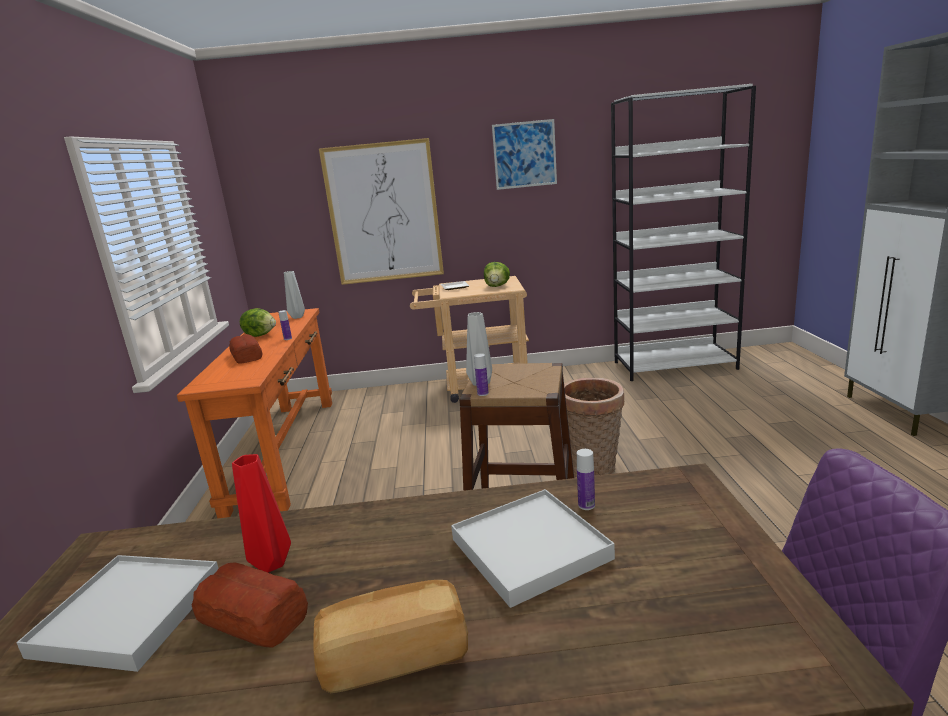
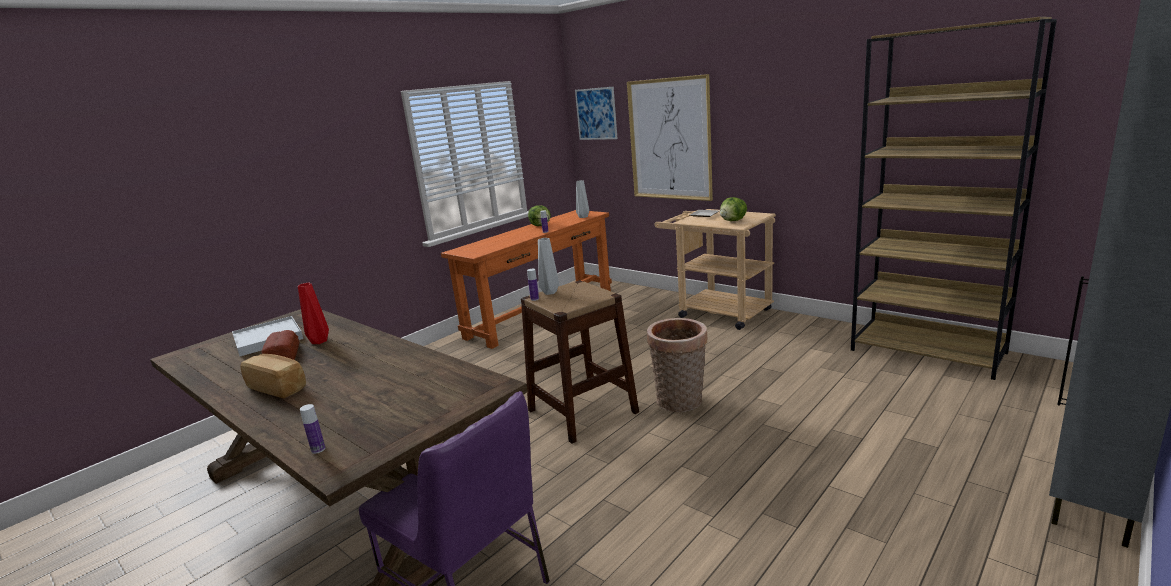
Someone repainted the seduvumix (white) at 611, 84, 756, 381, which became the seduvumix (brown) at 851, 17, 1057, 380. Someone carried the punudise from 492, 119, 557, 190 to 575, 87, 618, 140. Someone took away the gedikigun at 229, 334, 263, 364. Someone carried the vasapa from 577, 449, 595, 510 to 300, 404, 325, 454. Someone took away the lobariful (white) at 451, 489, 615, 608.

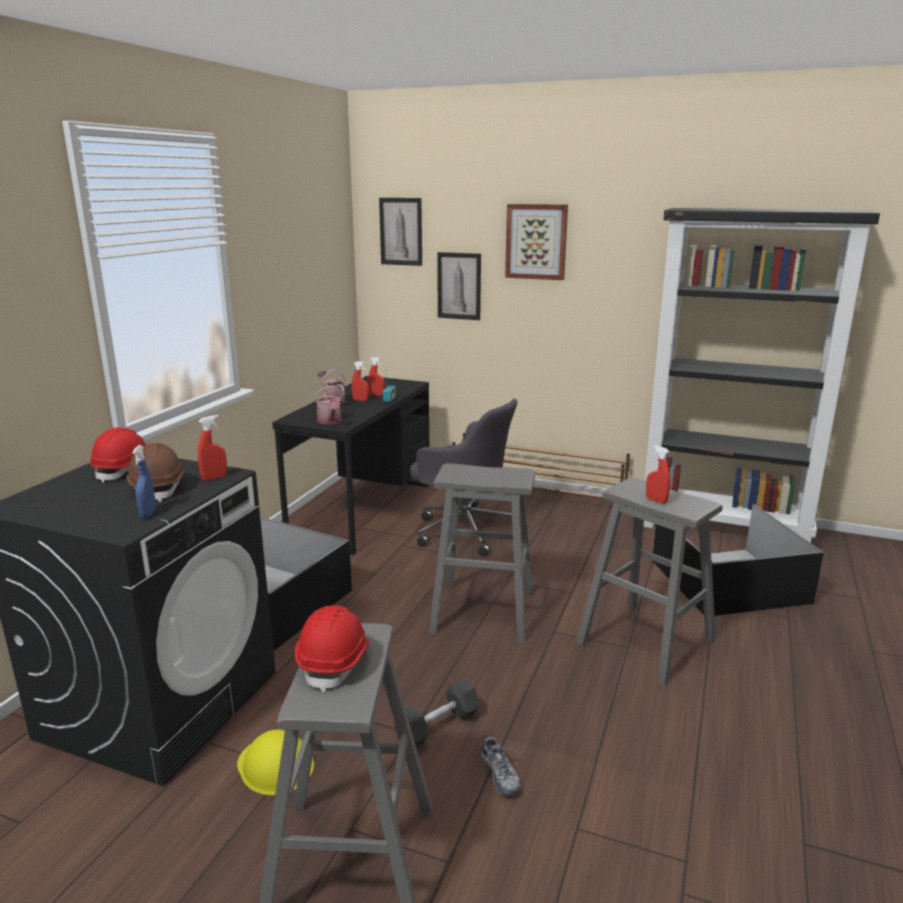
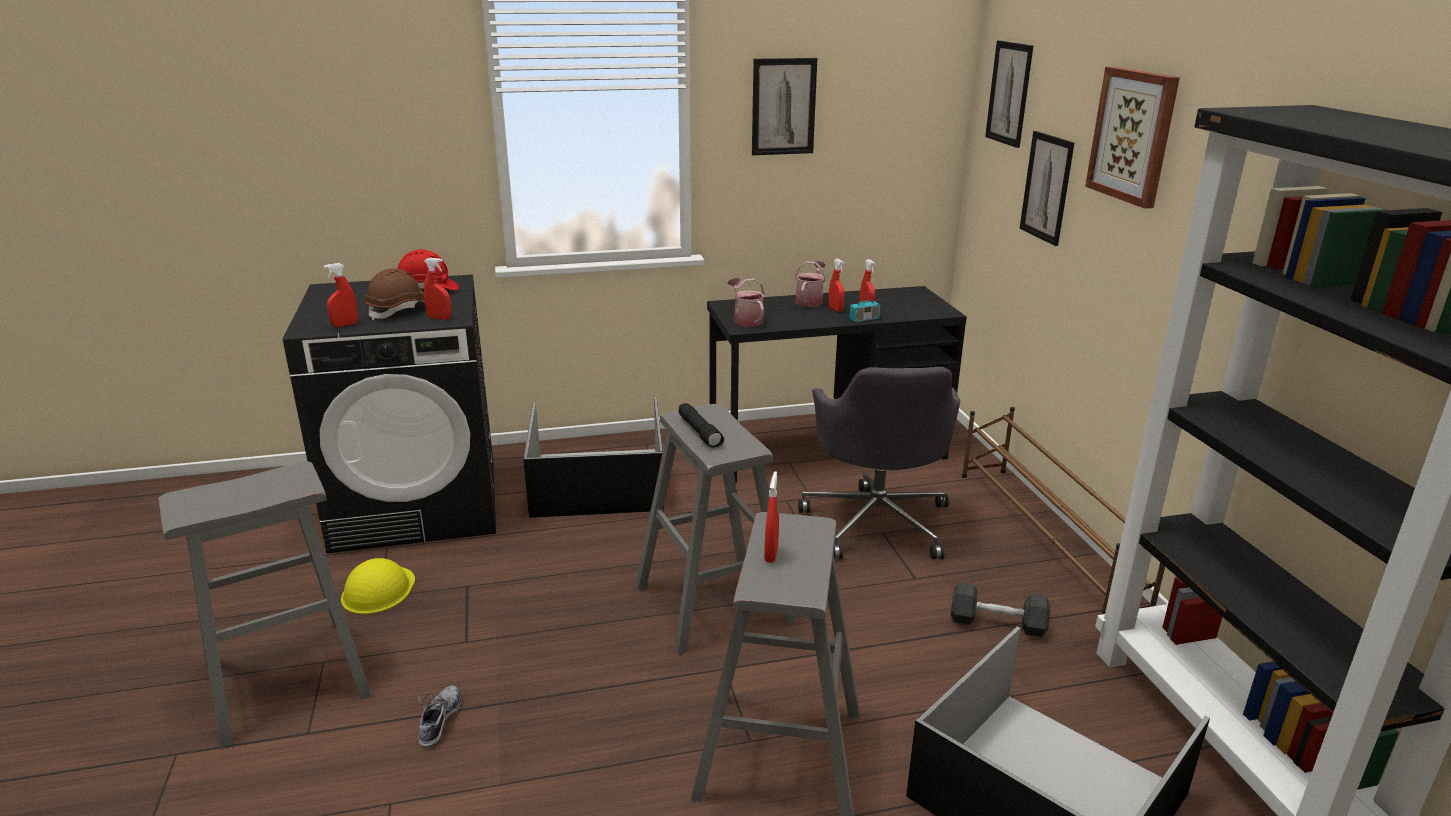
Someone rotated the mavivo at 315, 386, 342, 425 by 120 degrees clockwise. Someone repainted the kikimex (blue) at 132, 445, 156, 519, which became the kikimex (red) at 324, 263, 358, 327. Someone took away the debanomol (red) at 295, 605, 370, 692. Someone carried the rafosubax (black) from 394, 679, 480, 748 to 951, 582, 1050, 637. Someone rotated the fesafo at 481, 737, 521, 796 by 150 degrees clockwise. Someone put up the punudise at 752, 58, 817, 155. Someone put down the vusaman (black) at 679, 403, 724, 448.

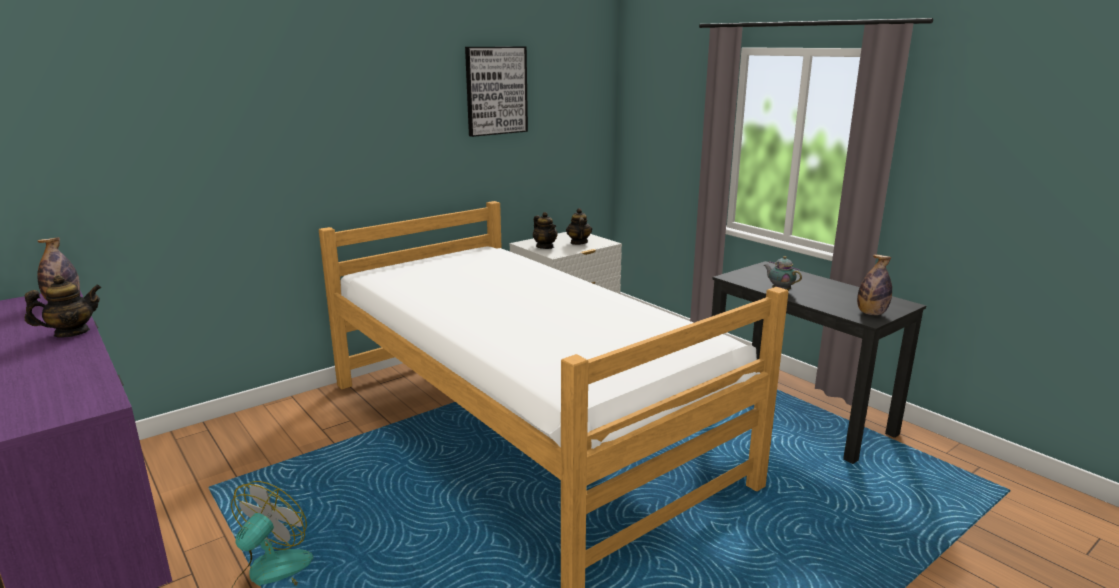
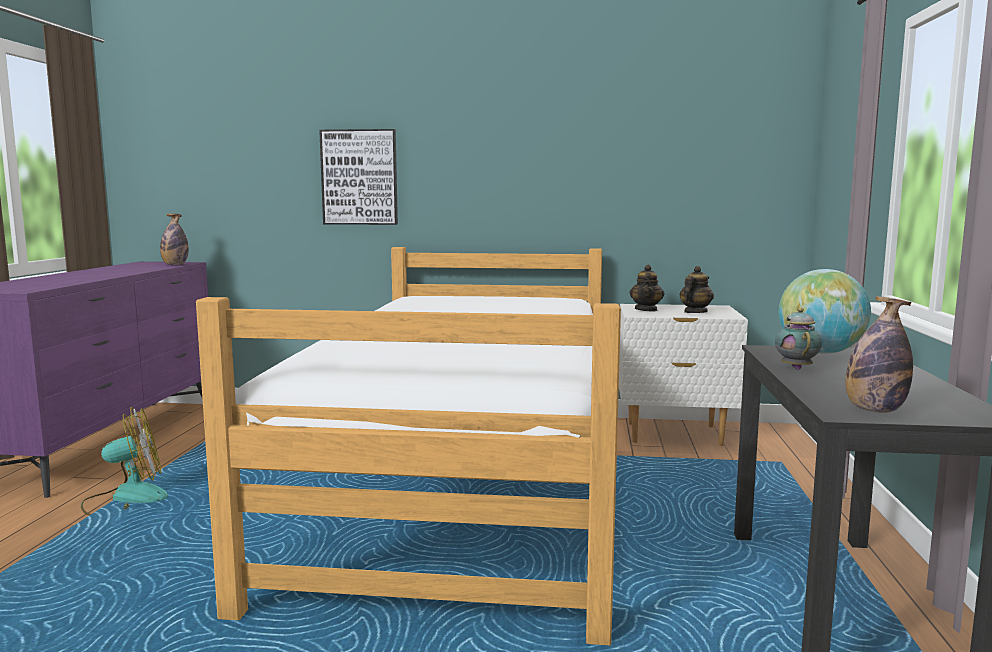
Someone carried the punudise from 465, 47, 528, 137 to 319, 129, 398, 225. Someone took away the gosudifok at 25, 275, 101, 337. Someone put down the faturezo at 779, 269, 871, 354.

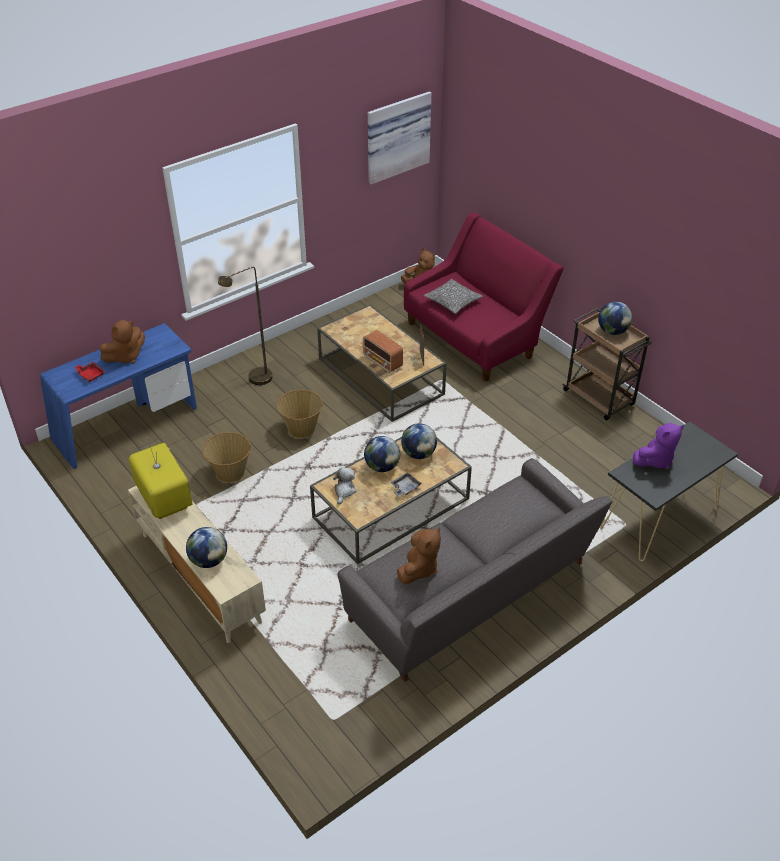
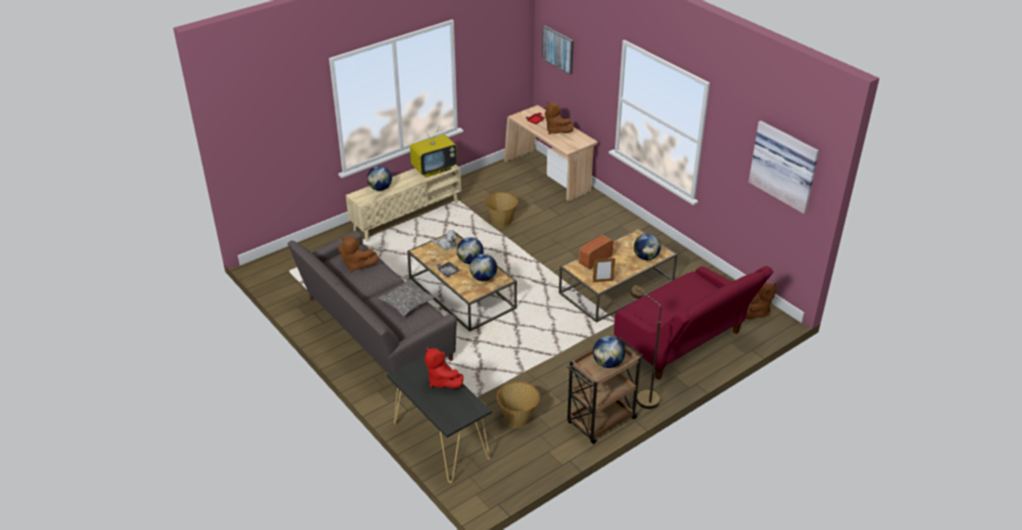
Someone carried the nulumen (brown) from 218, 267, 272, 385 to 630, 285, 661, 409. Someone carried the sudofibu from 424, 279, 483, 314 to 378, 280, 435, 316. Someone repainted the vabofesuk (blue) at 40, 323, 197, 469, which became the vabofesuk (beige) at 504, 105, 598, 202. Someone carried the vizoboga from 277, 390, 323, 438 to 497, 382, 540, 428. Someone repainted the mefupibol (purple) at 633, 423, 684, 469, which became the mefupibol (red) at 425, 347, 464, 388. Someone put up the punudise at 542, 26, 574, 74. Someone put down the faturezo at 634, 234, 661, 260.

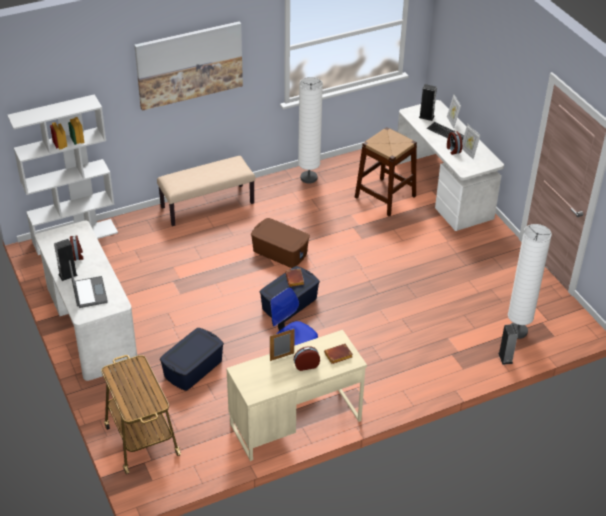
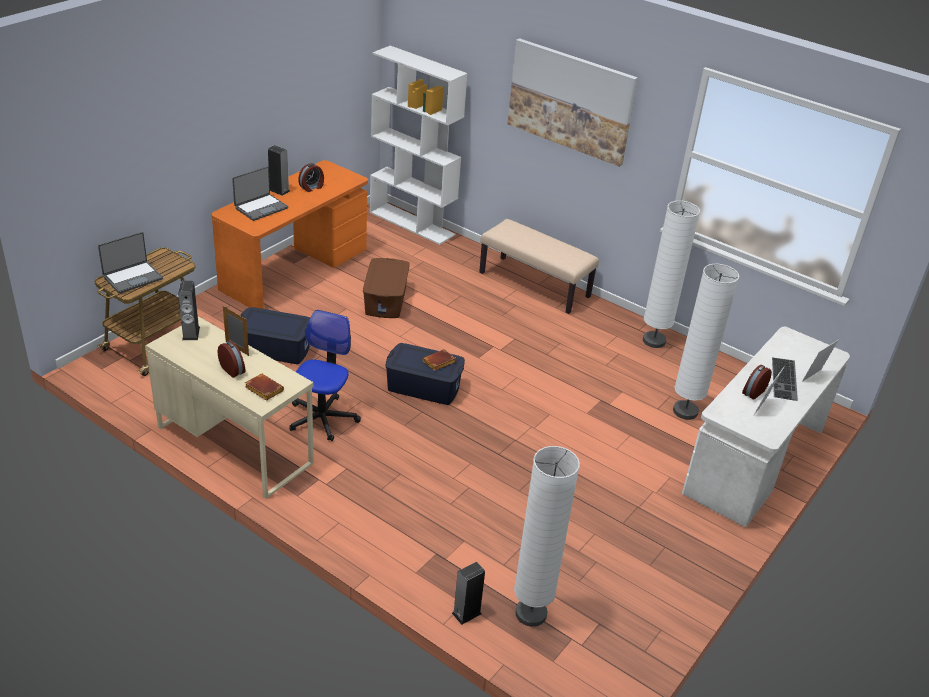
Someone carried the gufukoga from 419, 84, 437, 121 to 178, 281, 200, 340. Someone swapped the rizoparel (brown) at 355, 127, 417, 216 for the nulumen (white) at 673, 264, 739, 420. Someone carried the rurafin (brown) from 251, 218, 310, 268 to 363, 258, 410, 318. Someone repainted the vabofesuk (white) at 35, 220, 137, 381, which became the vabofesuk (orange) at 212, 160, 368, 309. Someone put down the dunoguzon at 98, 232, 163, 294.

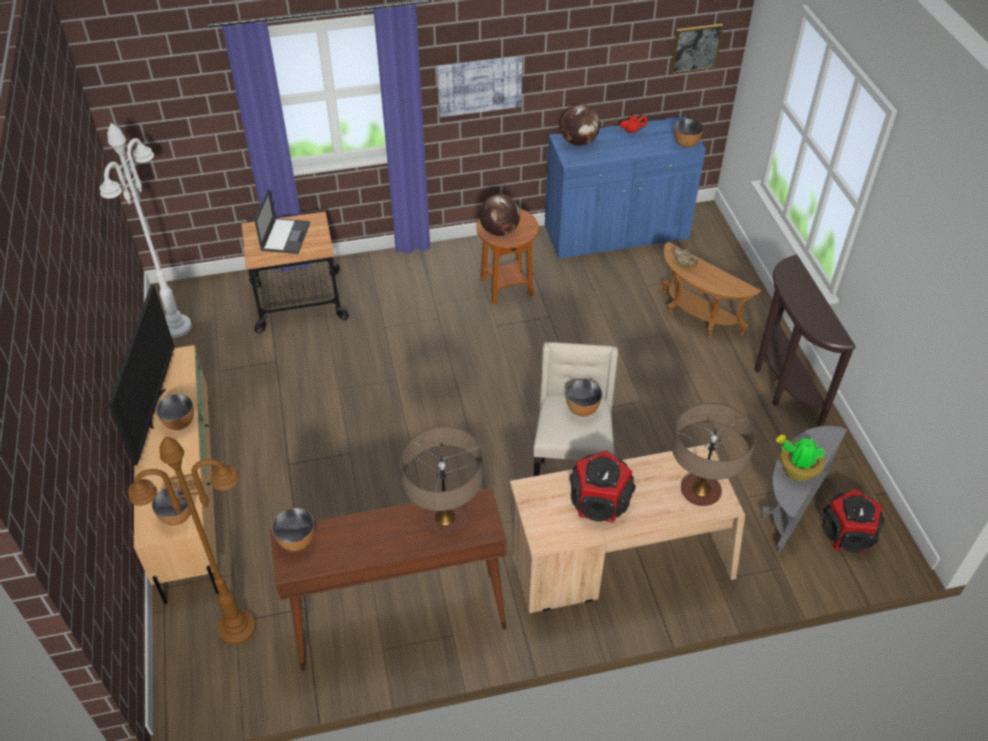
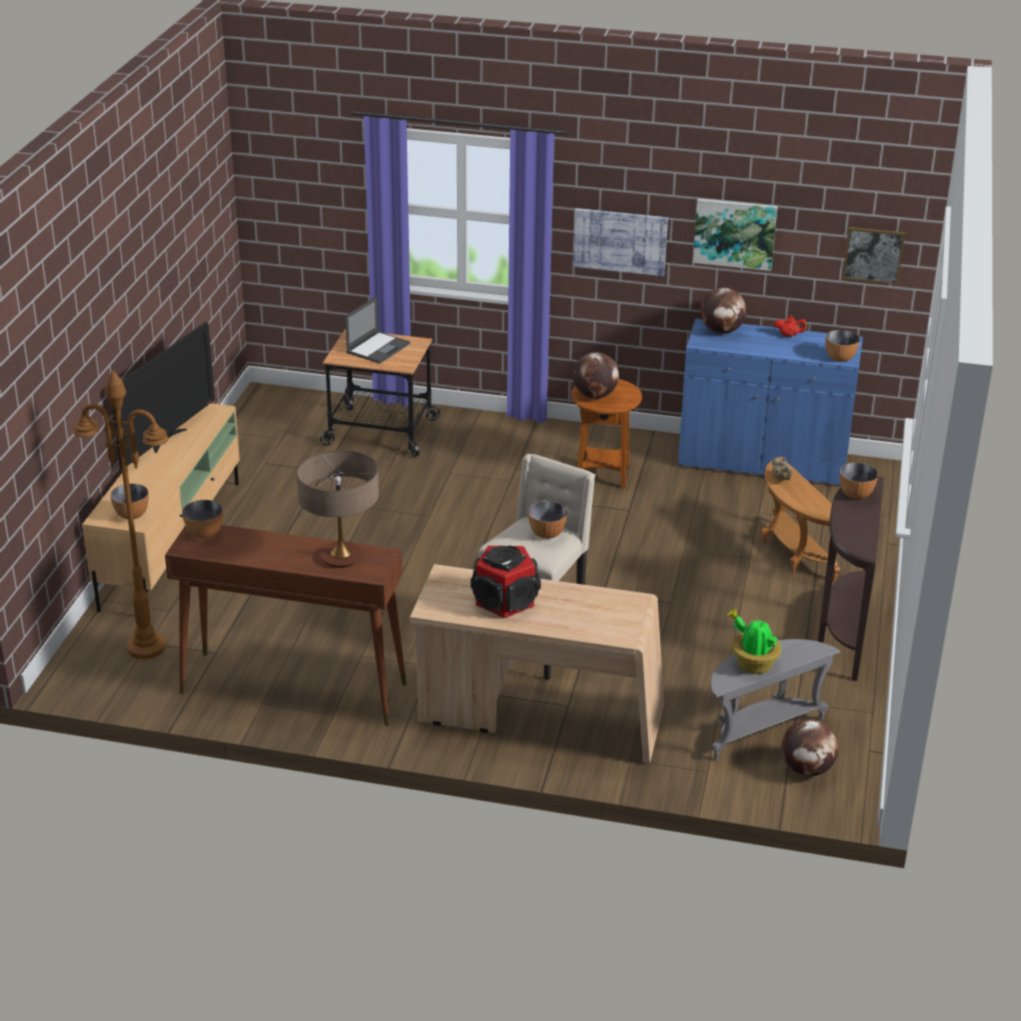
Someone took away the nulumen (white) at 99, 123, 192, 338. Someone carried the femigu from 156, 394, 194, 430 to 840, 463, 878, 499. Someone took away the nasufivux at 672, 403, 756, 506. Someone swapped the gufukoga at 822, 489, 885, 553 for the faturezo at 781, 719, 839, 776. Someone put up the punudise at 693, 198, 778, 271.

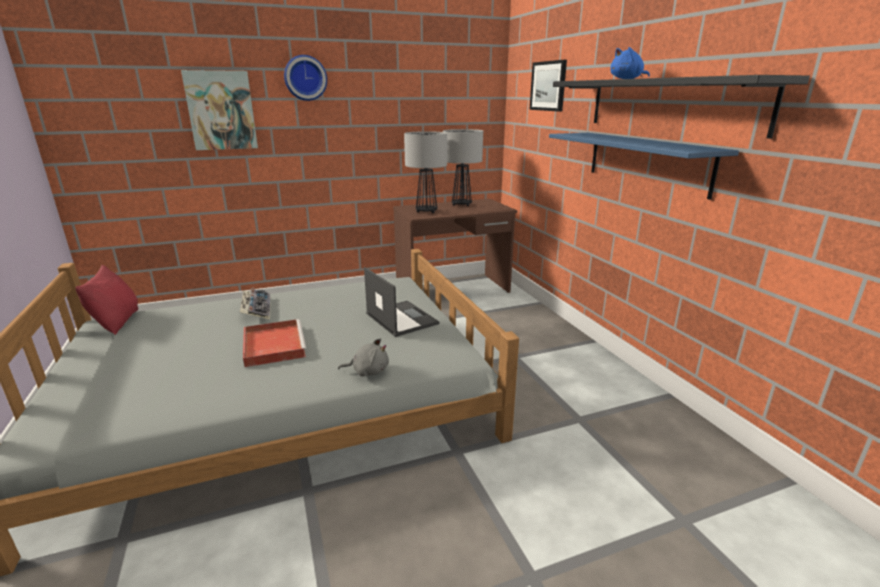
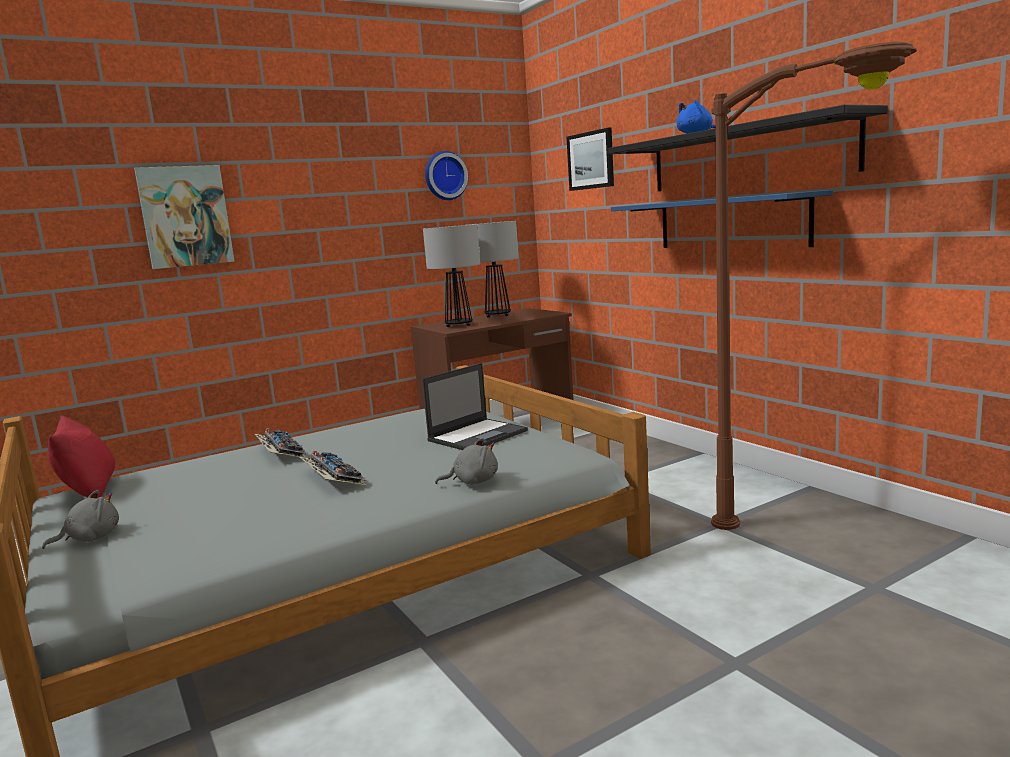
Someone carried the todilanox from 284, 55, 327, 101 to 425, 151, 468, 200. Someone rotated the dunoguzon at 364, 267, 440, 337 by 90 degrees clockwise. Someone swapped the lobariful (red) at 243, 319, 307, 367 for the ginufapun at 300, 450, 367, 486. Someone put down the nulumen (brown) at 711, 42, 917, 530. Someone put down the mefupibol (grey) at 42, 490, 119, 549.

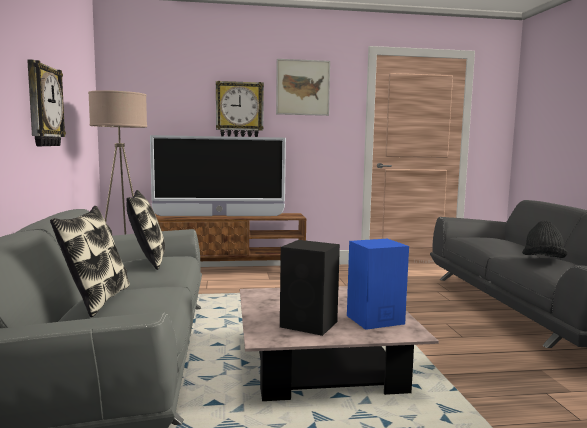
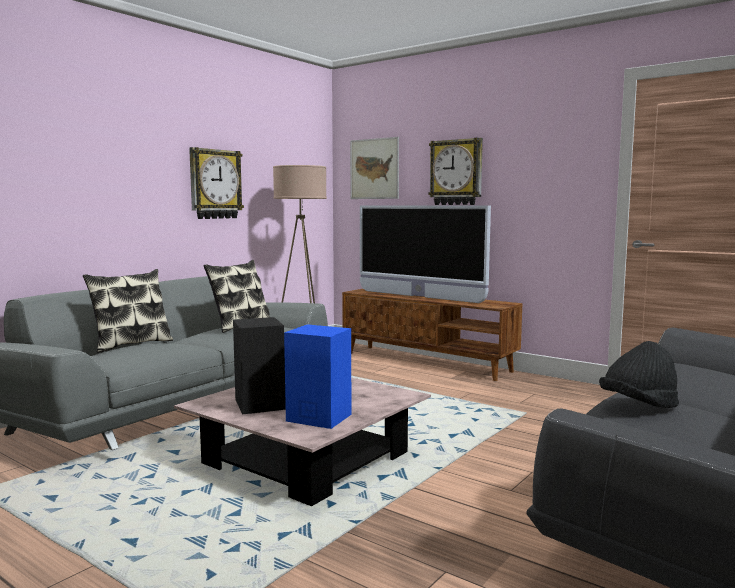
Someone carried the punudise from 276, 59, 330, 116 to 350, 137, 399, 199.

